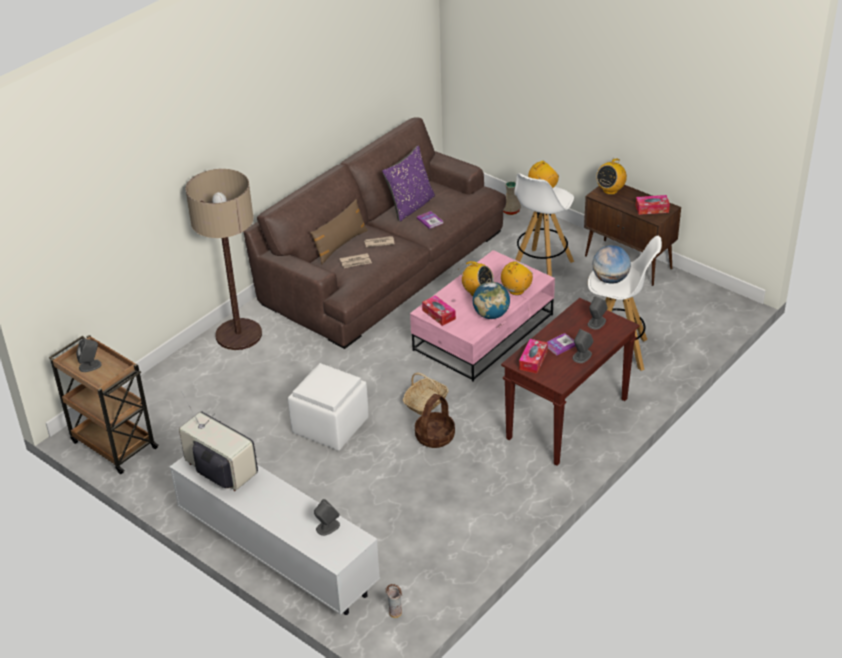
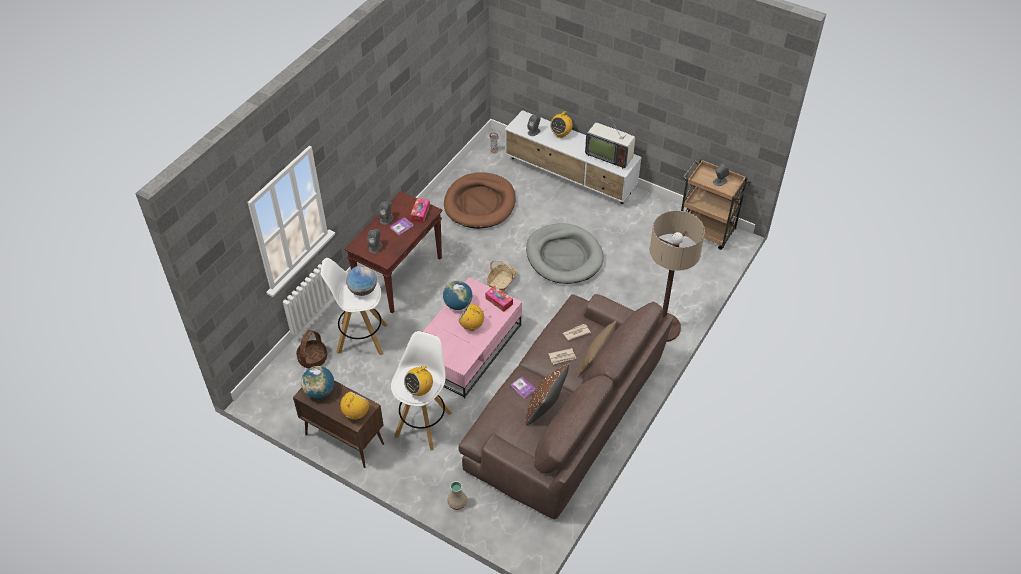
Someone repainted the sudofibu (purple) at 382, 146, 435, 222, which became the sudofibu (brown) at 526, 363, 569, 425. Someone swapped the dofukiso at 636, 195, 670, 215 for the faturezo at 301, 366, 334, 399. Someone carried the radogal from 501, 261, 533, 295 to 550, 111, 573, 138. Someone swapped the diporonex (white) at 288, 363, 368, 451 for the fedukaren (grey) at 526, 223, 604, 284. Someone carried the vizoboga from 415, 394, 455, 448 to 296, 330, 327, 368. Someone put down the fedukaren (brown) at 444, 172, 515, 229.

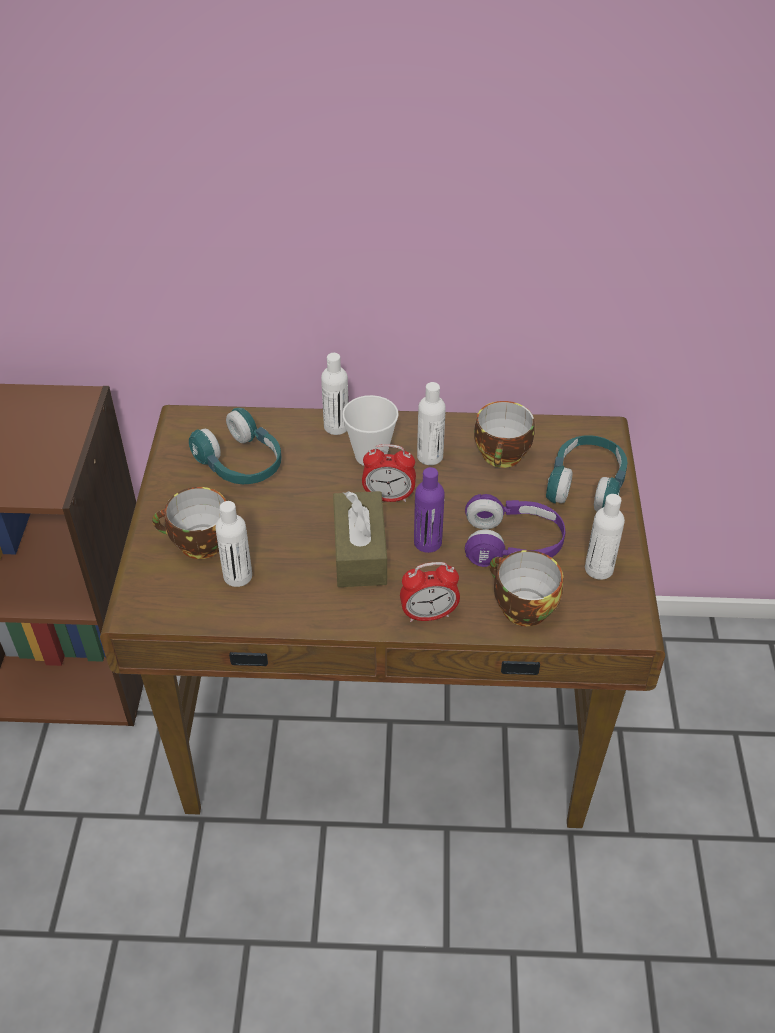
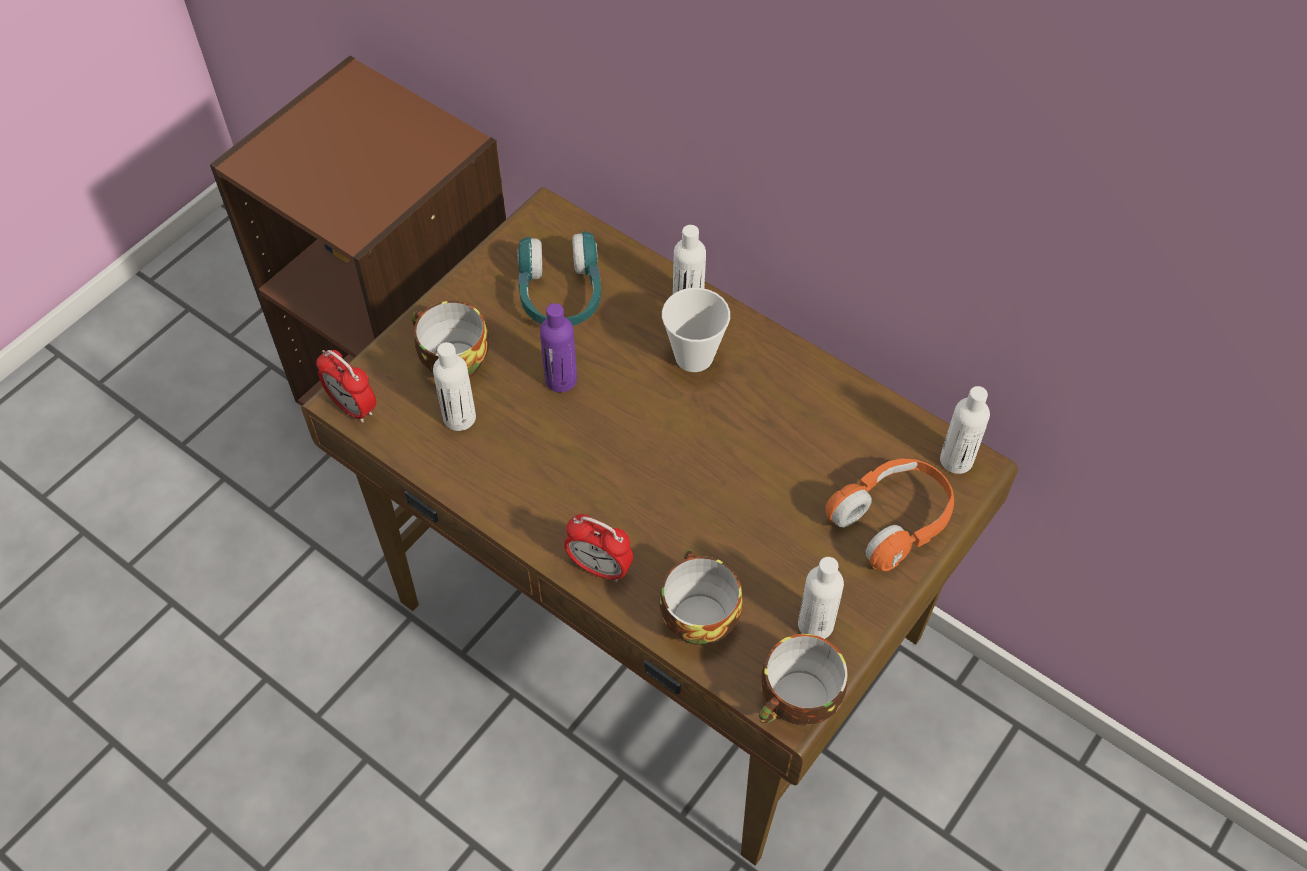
Someone carried the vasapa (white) from 417, 382, 446, 465 to 940, 386, 990, 474. Someone carried the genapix from 474, 401, 535, 468 to 759, 634, 847, 726. Someone repainted the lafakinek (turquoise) at 546, 435, 627, 512, which became the lafakinek (orange) at 825, 459, 954, 571. Someone carried the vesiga from 362, 444, 416, 502 to 316, 350, 376, 423. Someone carried the vasapa (purple) from 414, 467, 445, 553 to 540, 303, 577, 392. Someone took away the dofukiso (brown) at 333, 491, 387, 587. Someone took away the lafakinek (purple) at 465, 494, 566, 567.

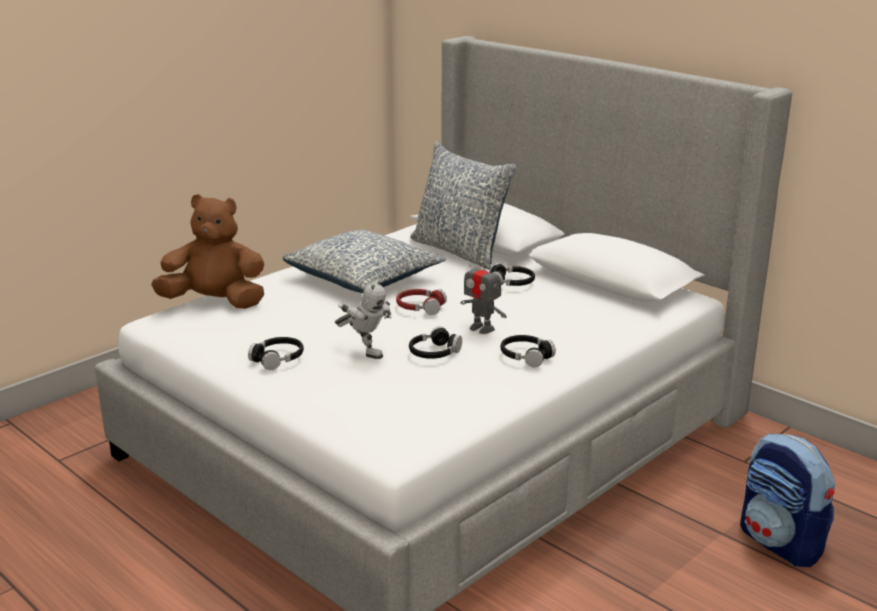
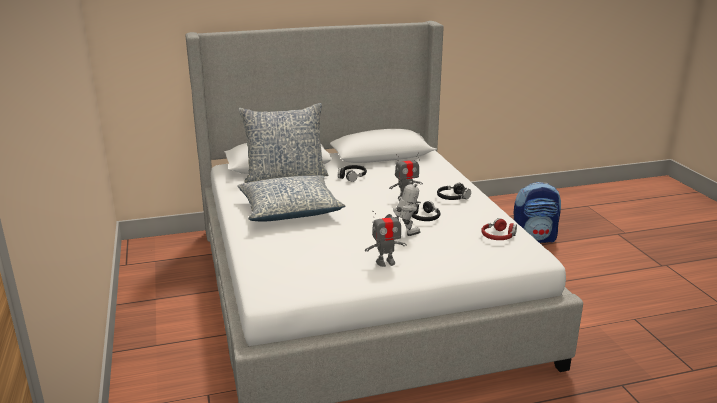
Someone took away the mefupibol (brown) at 151, 194, 264, 309. Someone carried the lafakinek (red) from 396, 289, 447, 315 to 481, 218, 517, 240. Someone swapped the lafakinek (black) at 248, 337, 304, 370 for the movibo at 365, 208, 407, 267.

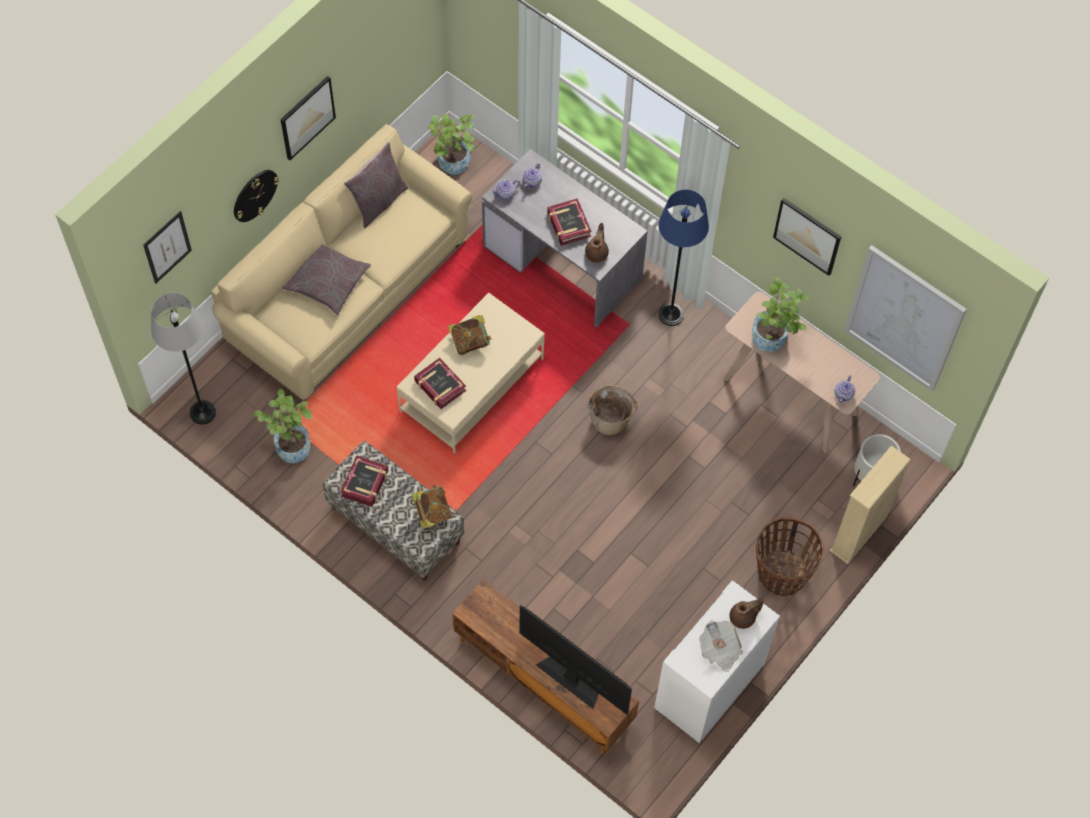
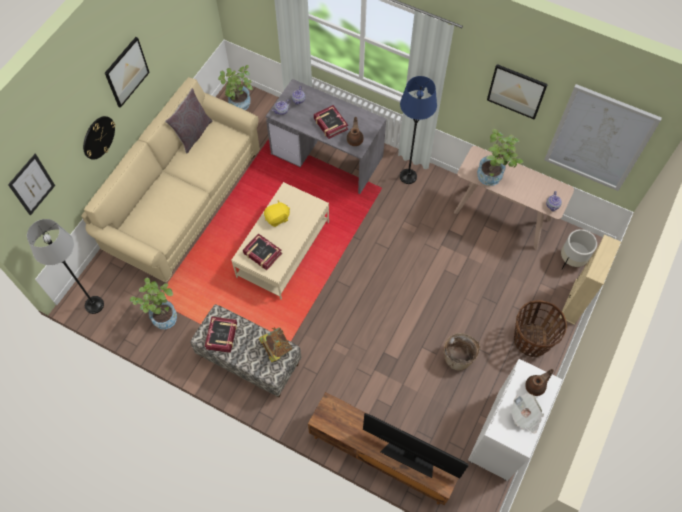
Someone took away the sudofibu (grey) at 282, 244, 371, 315. Someone swapped the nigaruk at 448, 315, 492, 355 for the mefupibol (yellow) at 264, 200, 290, 227. Someone carried the vizoboga from 588, 385, 638, 435 to 444, 333, 480, 371.

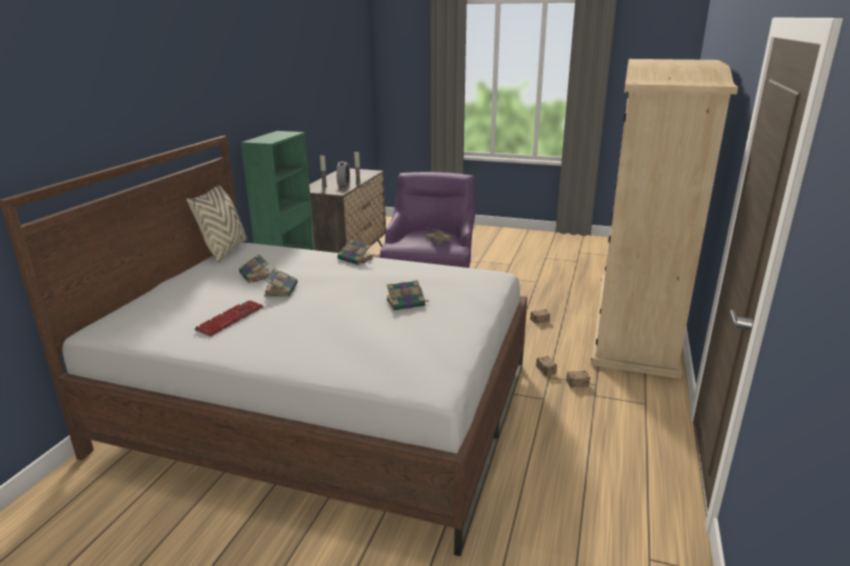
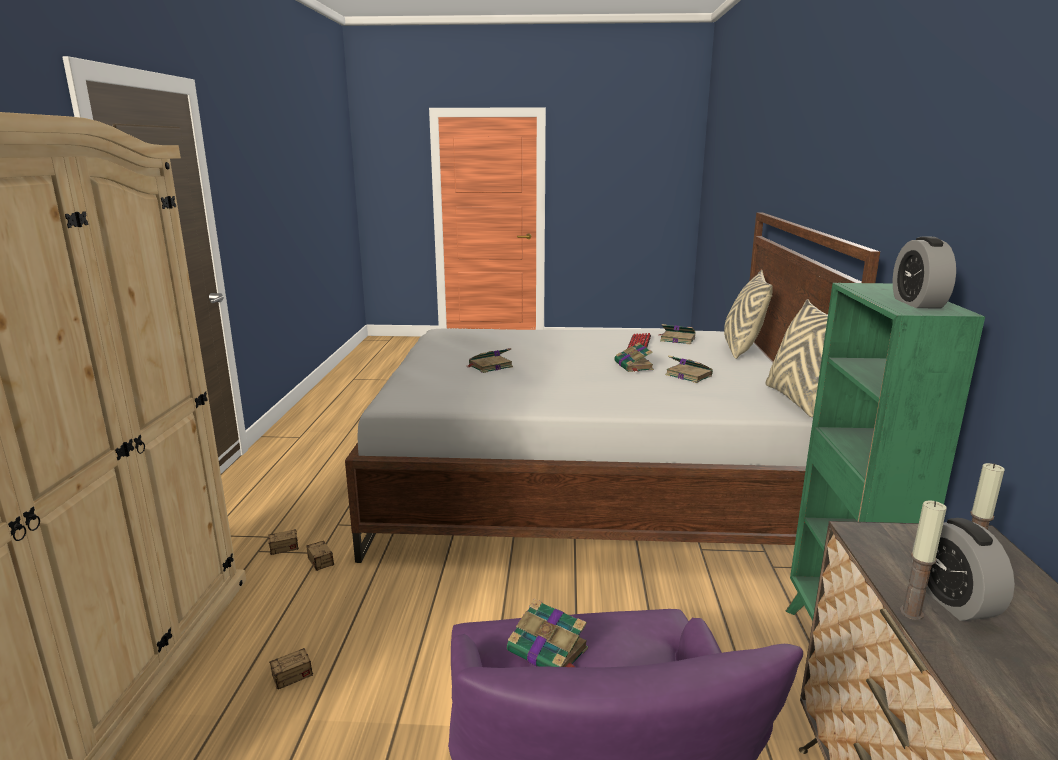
Someone carried the nigaruk from 337, 239, 373, 265 to 660, 324, 696, 345. Someone put down the vesiga at 893, 237, 956, 308. Someone put down the sudofibu (beige) at 724, 270, 773, 359.

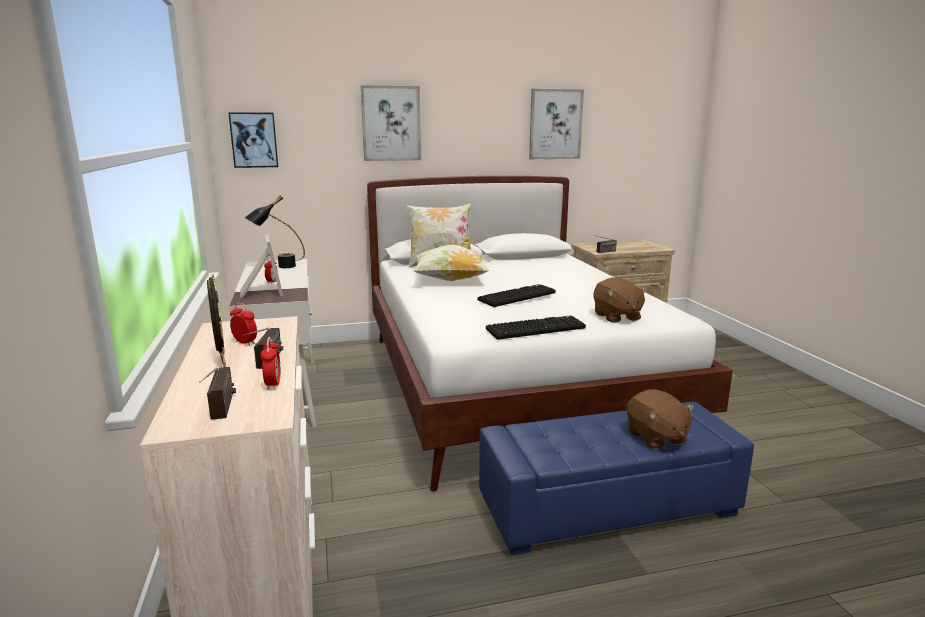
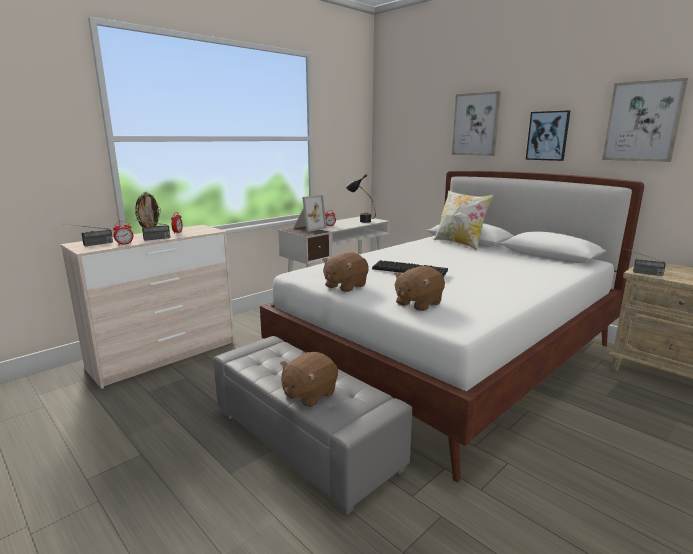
Someone carried the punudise from 228, 112, 278, 168 to 526, 110, 570, 161. Someone took away the sudofibu at 413, 245, 489, 281. Someone swapped the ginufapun at 486, 316, 586, 340 for the mefupibol (brown) at 322, 252, 369, 292. Someone repainted the diporonex (blue) at 479, 402, 754, 556, which became the diporonex (grey) at 213, 336, 412, 515.

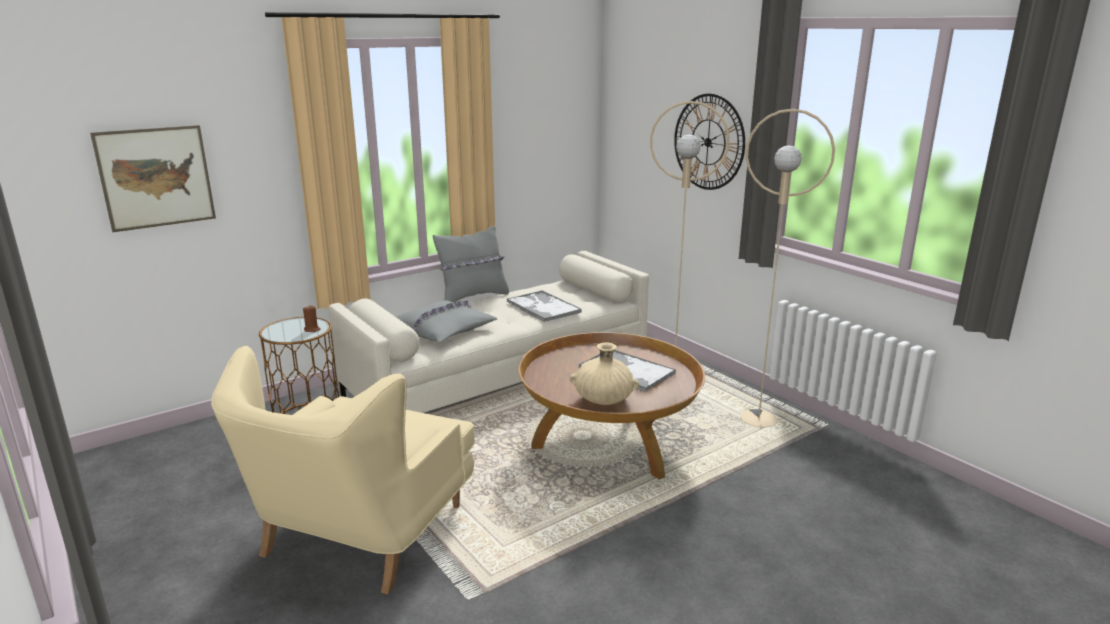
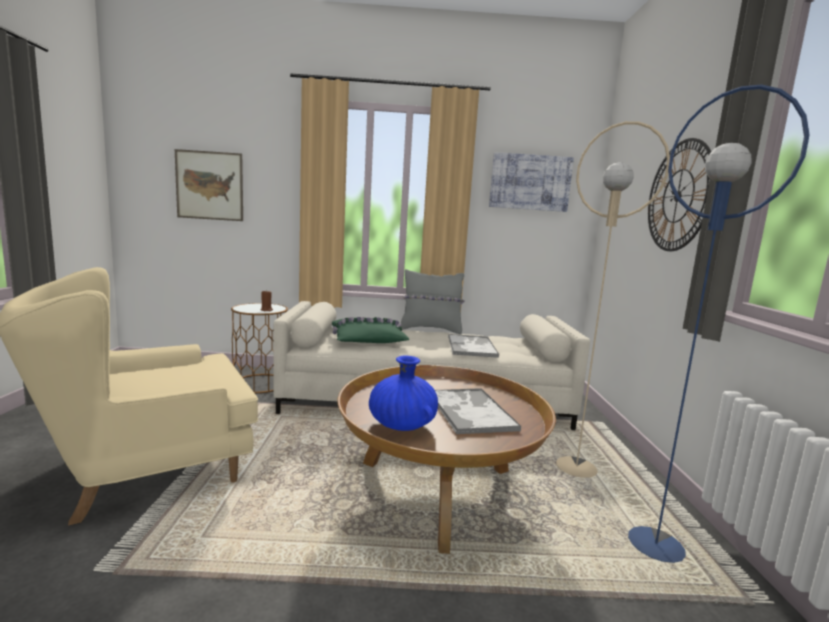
Someone repainted the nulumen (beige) at 740, 109, 835, 428, which became the nulumen (blue) at 628, 84, 810, 563. Someone repainted the sudofibu (grey) at 396, 300, 497, 342, which became the sudofibu (green) at 332, 317, 409, 343. Someone repainted the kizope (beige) at 570, 342, 639, 405, which became the kizope (blue) at 369, 356, 438, 431. Someone put up the punudise at 489, 152, 574, 212.

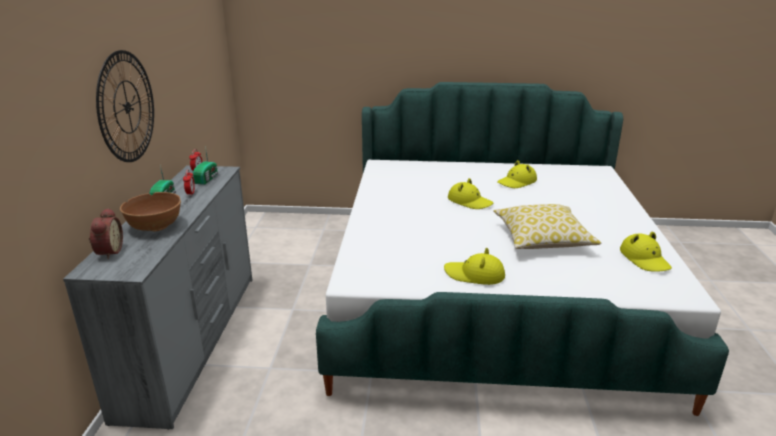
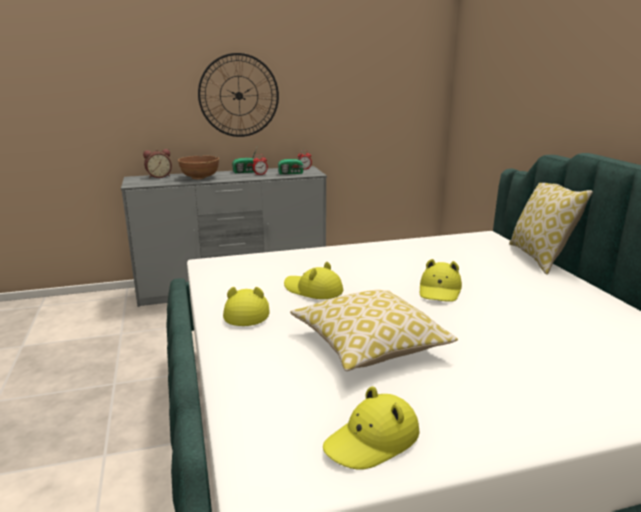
Someone carried the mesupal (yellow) from 497, 160, 537, 188 to 284, 262, 343, 299. Someone put down the sudofibu at 509, 183, 593, 275.

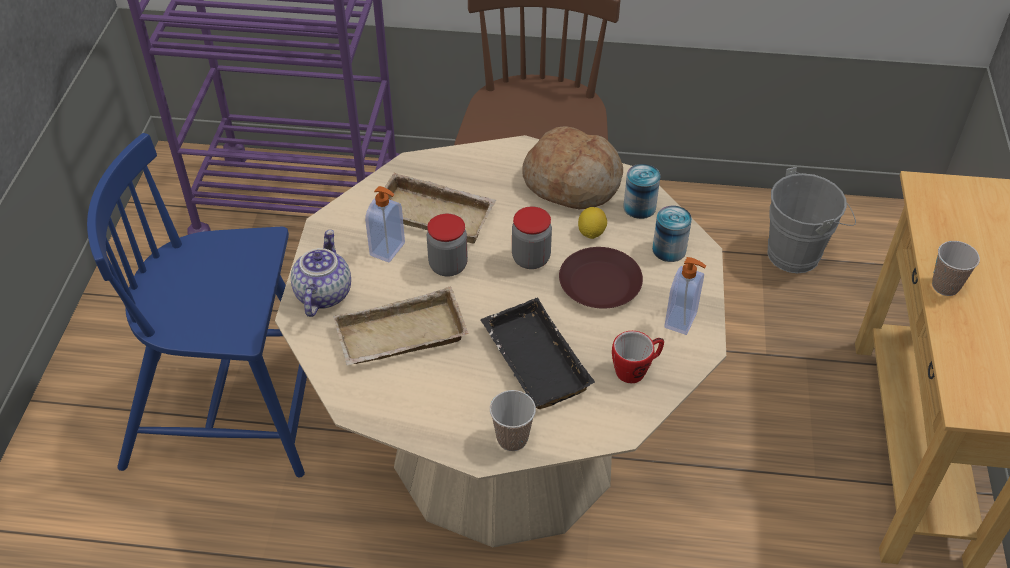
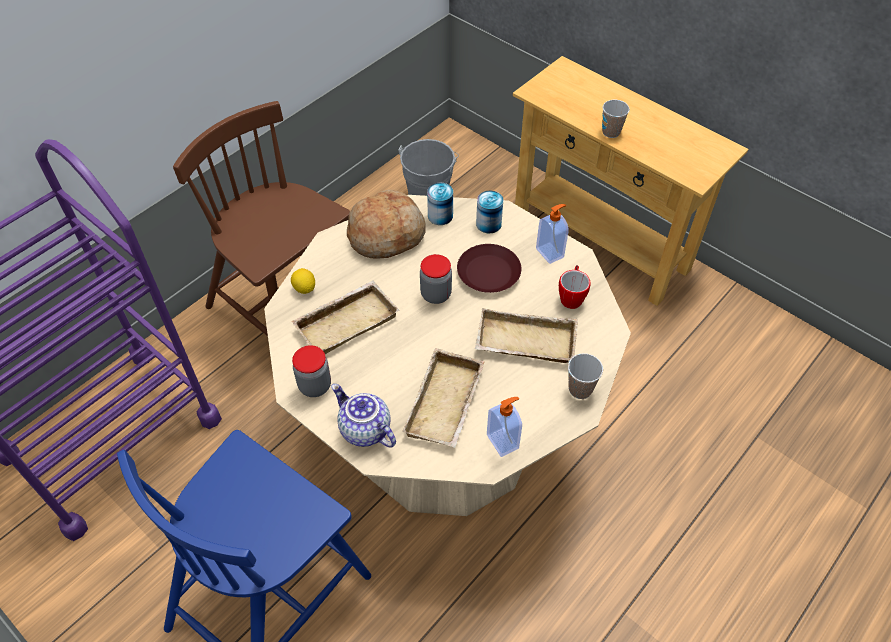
Someone carried the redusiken from 365, 186, 405, 263 to 487, 397, 522, 457. Someone carried the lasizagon from 578, 207, 607, 239 to 291, 268, 315, 294. Someone carried the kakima from 427, 214, 468, 277 to 292, 345, 331, 397. Someone repainted the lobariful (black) at 480, 298, 595, 409, which became the lobariful (beige) at 475, 308, 578, 363.

